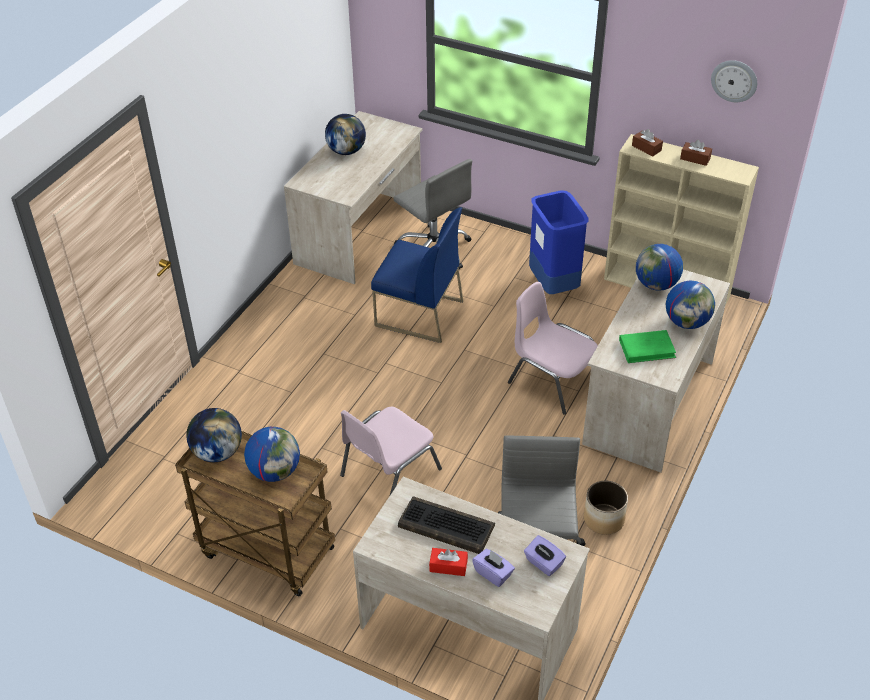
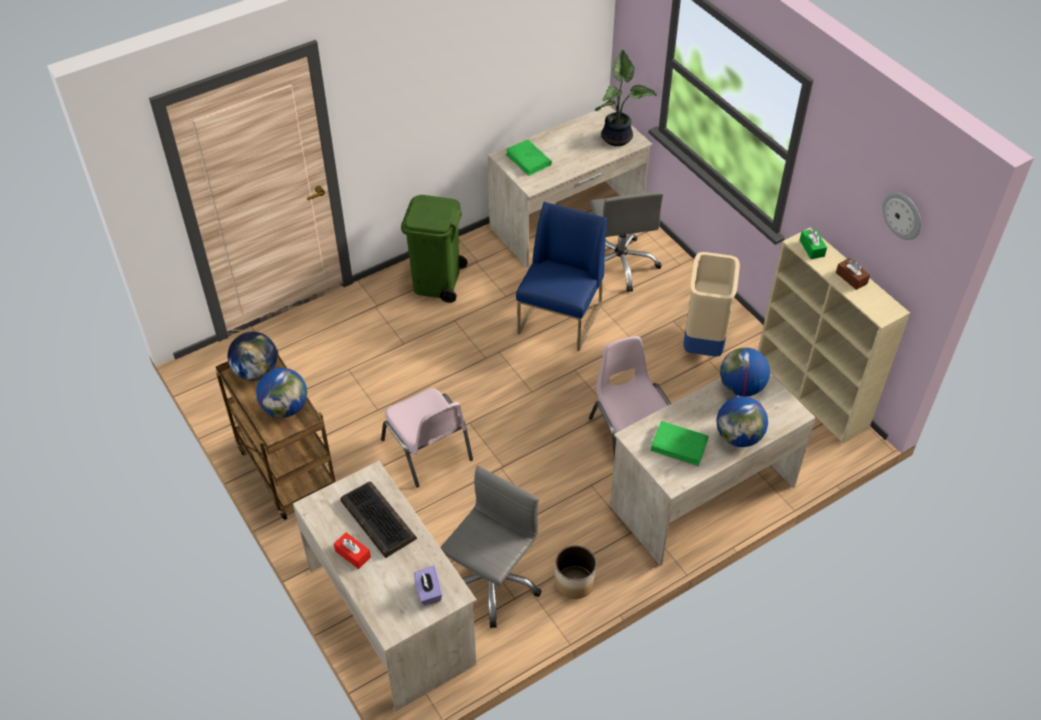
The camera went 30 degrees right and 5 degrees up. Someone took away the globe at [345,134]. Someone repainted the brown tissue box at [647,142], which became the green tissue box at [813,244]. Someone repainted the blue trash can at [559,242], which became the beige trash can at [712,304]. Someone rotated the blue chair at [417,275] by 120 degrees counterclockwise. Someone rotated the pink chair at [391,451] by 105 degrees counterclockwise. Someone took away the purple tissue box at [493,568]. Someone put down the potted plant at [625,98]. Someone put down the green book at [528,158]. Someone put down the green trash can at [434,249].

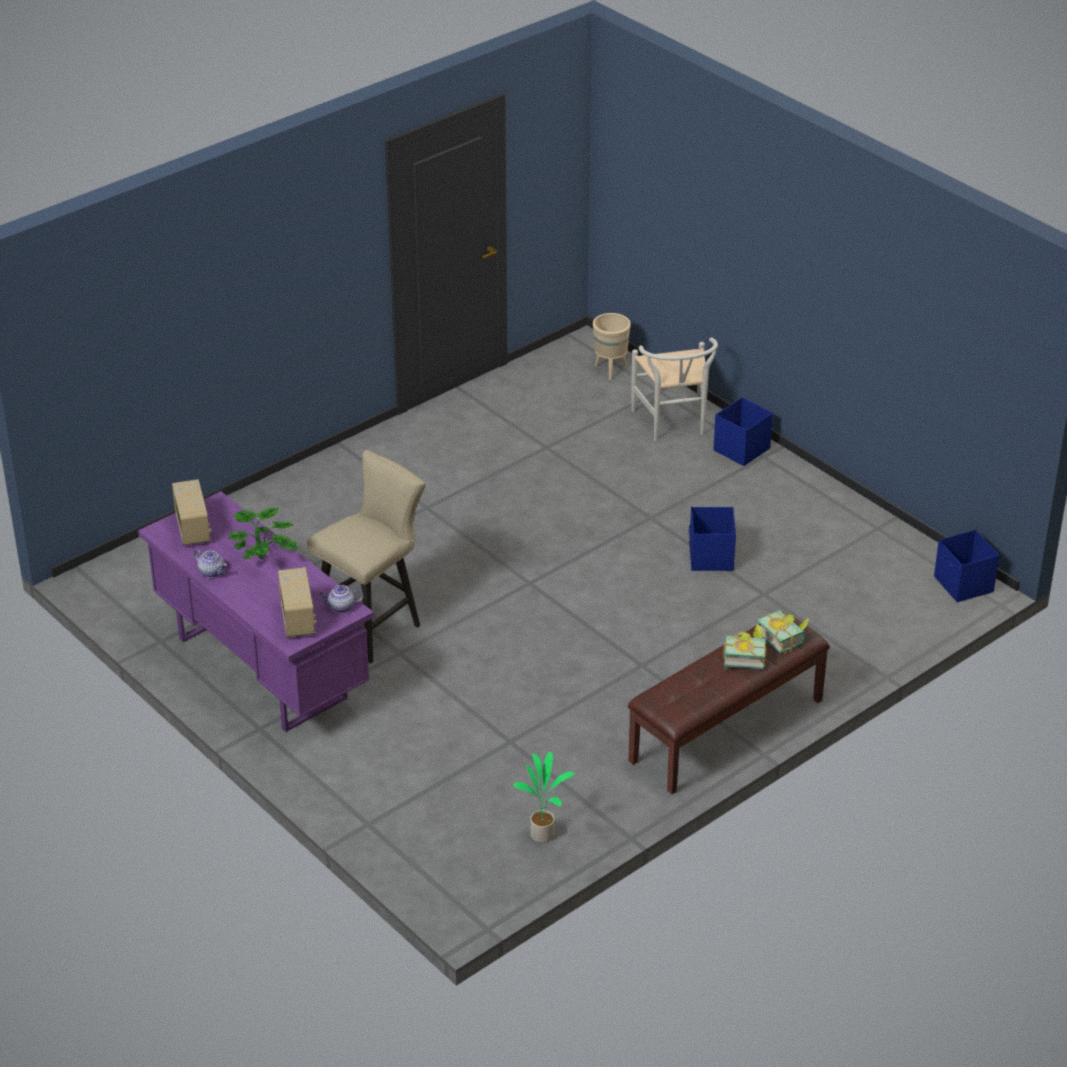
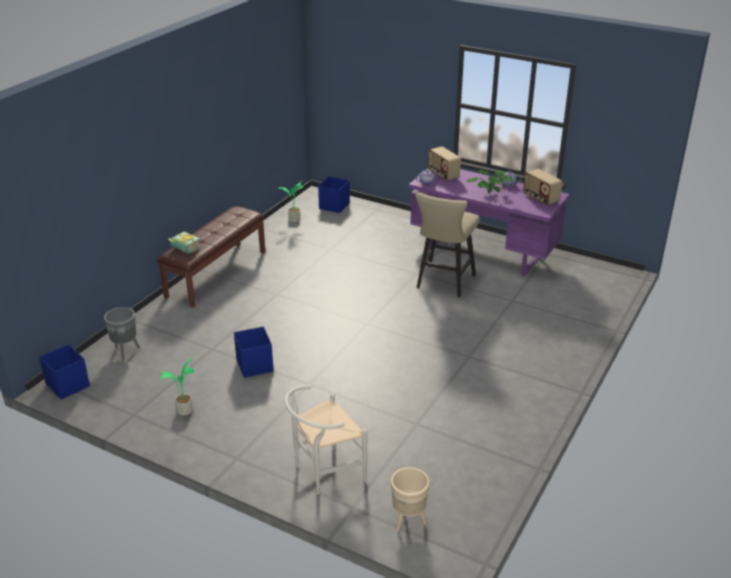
The camera went 160 degrees right and 5 degrees down. Someone rotated the white chair at [674,389] by 90 degrees counterclockwise. Someone carried the blue storage box from [743,431] to [334,194]. Someone took away the book at [745,646]. Someone put down the grey planter at [122,333]. Someone put down the potted plant at [177,386].

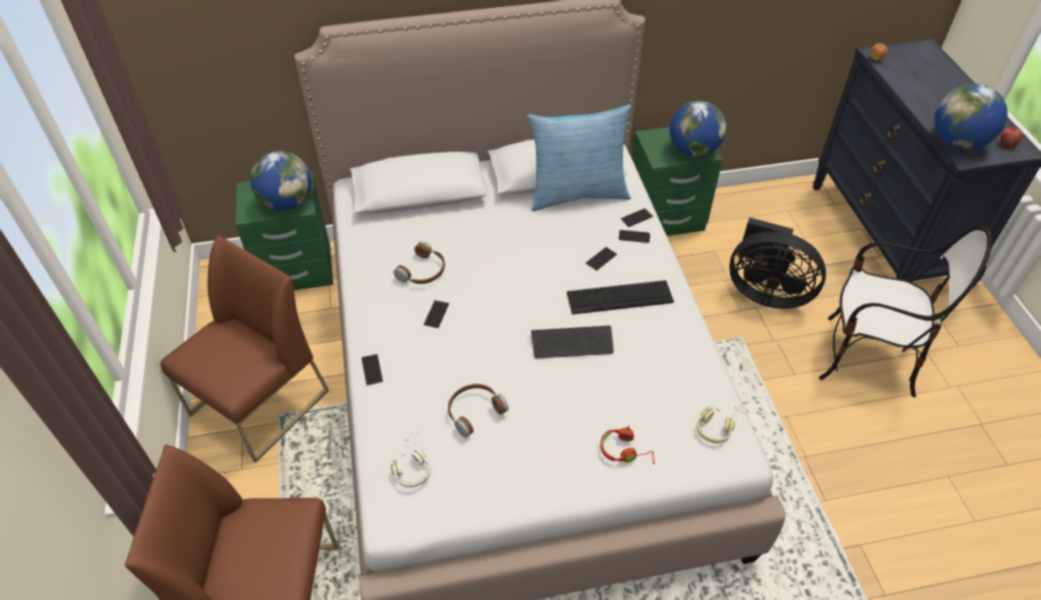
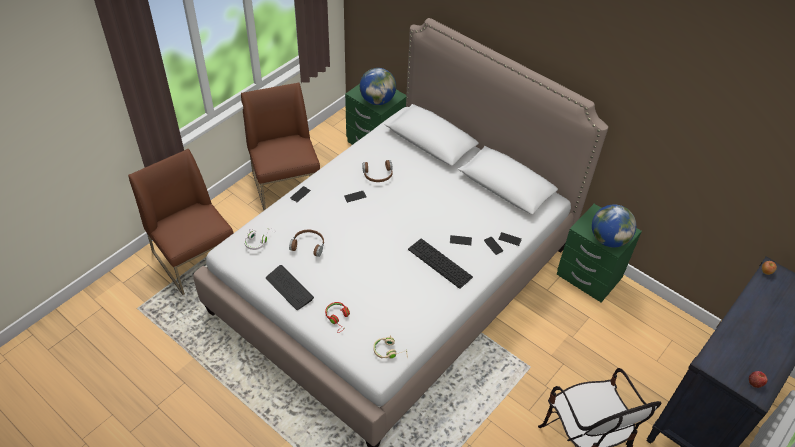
The camera went 50 degrees right and 0 degrees up. Someone took away the globe at [971,117]. Someone took away the pillow at [579,157]. Someone took away the black fan at [777,263]. Someone rotated the brown chair at [244,349] by 105 degrees counterclockwise. Someone carried the keyboard from [572,342] to [290,287].

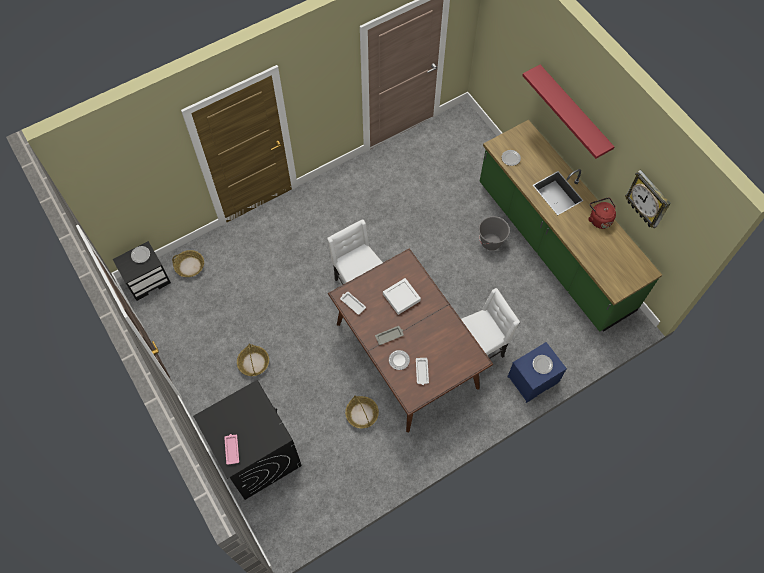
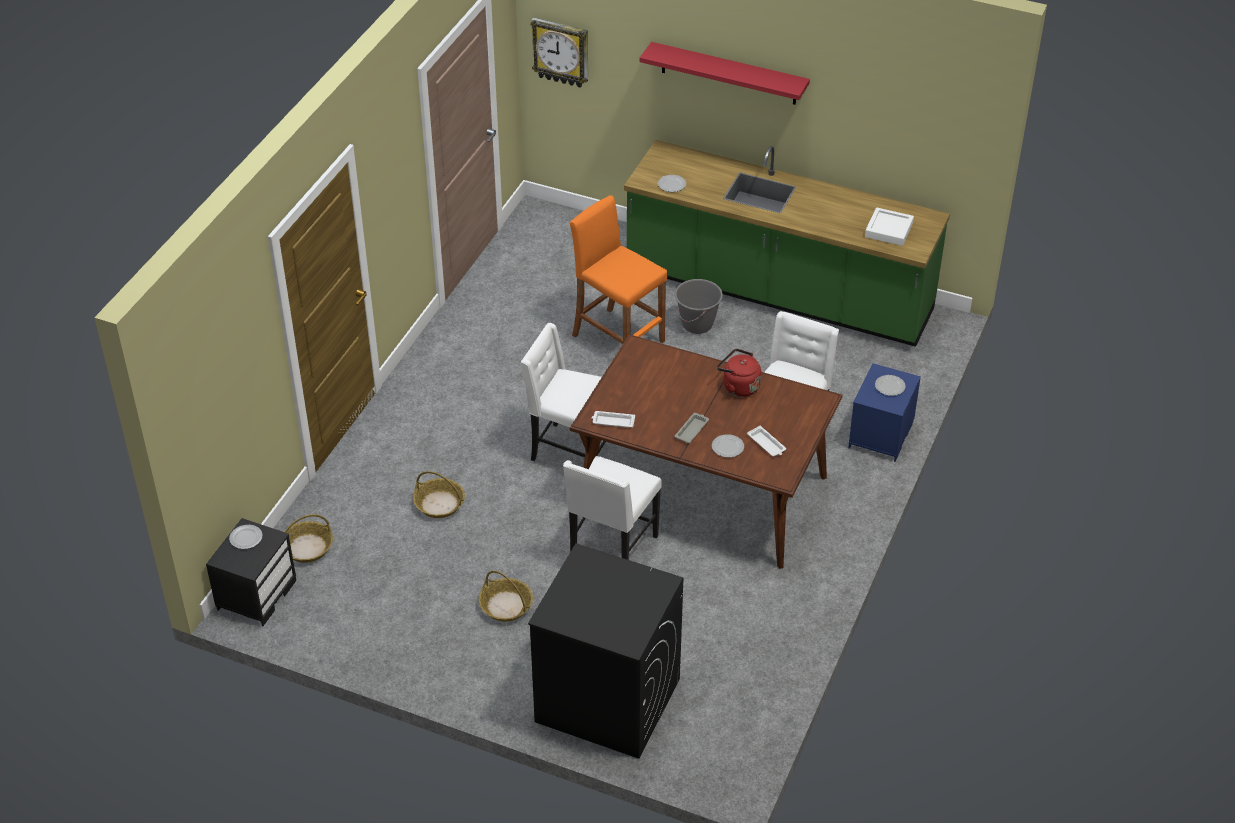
The camera went 35 degrees left and 20 degrees down. Someone carried the wall clock from [648,199] to [559,53]. Someone carried the red kettle from [602,213] to [739,373]. Someone carried the white tray from [402,296] to [889,226]. Someone carried the basket from [362,412] to [439,494]. Someone took away the pink tray at [231,449]. Someone put down the orange stool at [618,269]. Someone put down the white chair at [612,508].

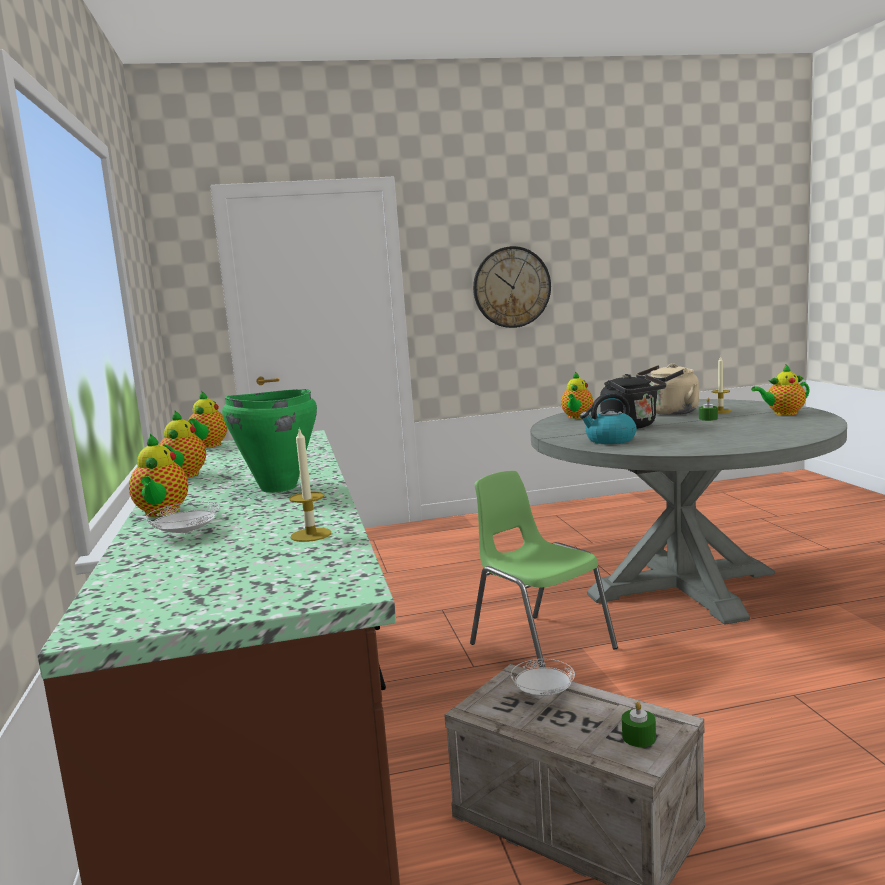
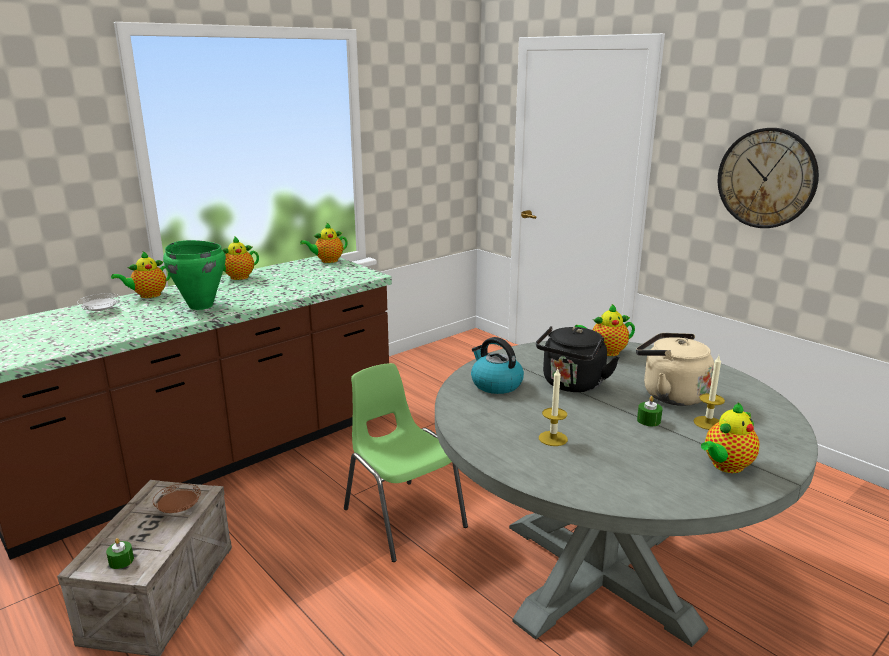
The camera went 60 degrees right and 10 degrees up. Someone rotated the teapot at [780,389] by 90 degrees counterclockwise. Someone carried the candle from [310,484] to [553,407]. Someone rotated the green chair at [544,569] by 60 degrees counterclockwise. Someone repainted the white plate at [543,677], which became the brown plate at [177,498].

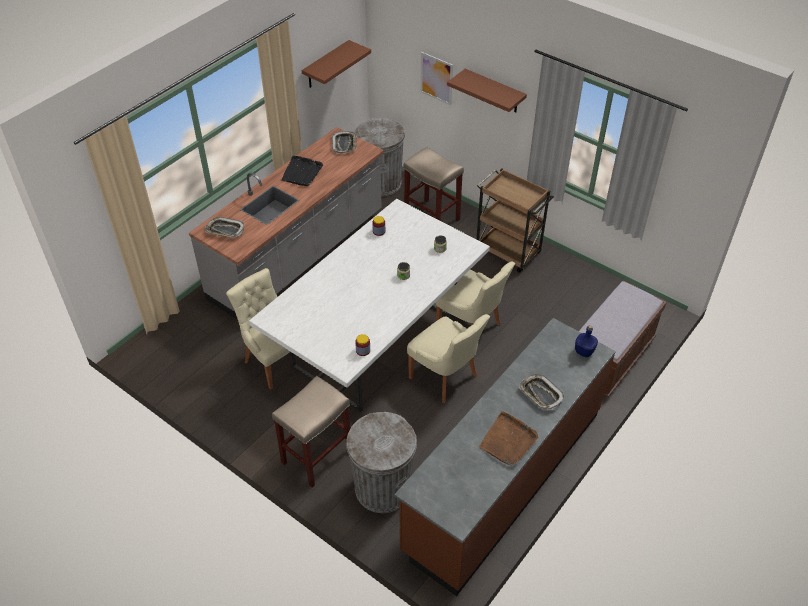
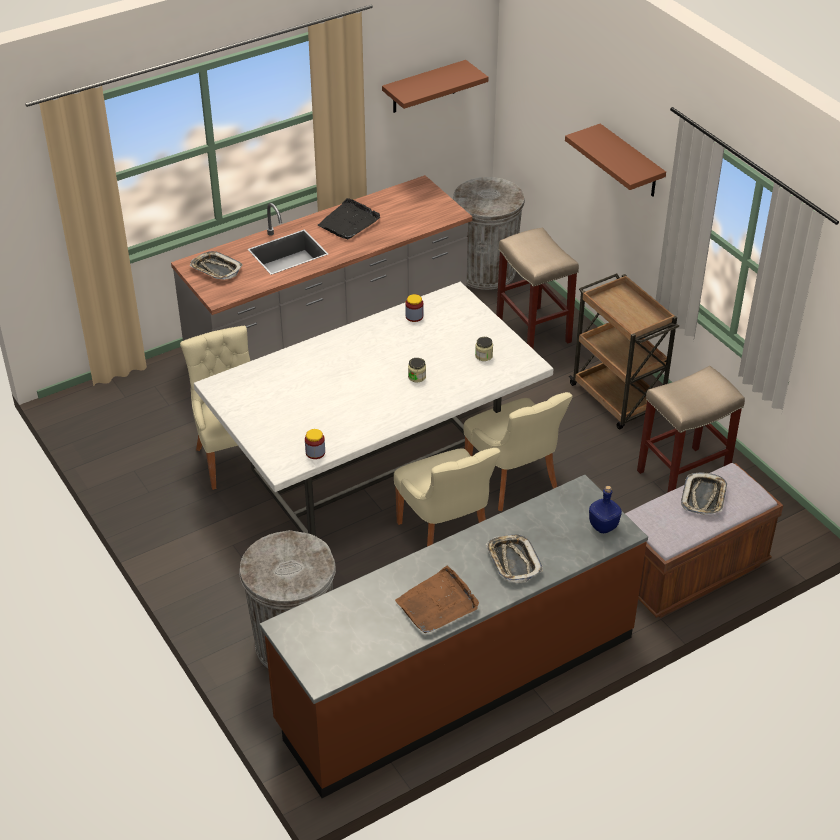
The camera went 20 degrees right and 5 degrees down. Someone took away the picture at [436,78]. Someone carried the tray from [344,142] to [704,493]. Someone carried the beige stool from [311,432] to [691,429].

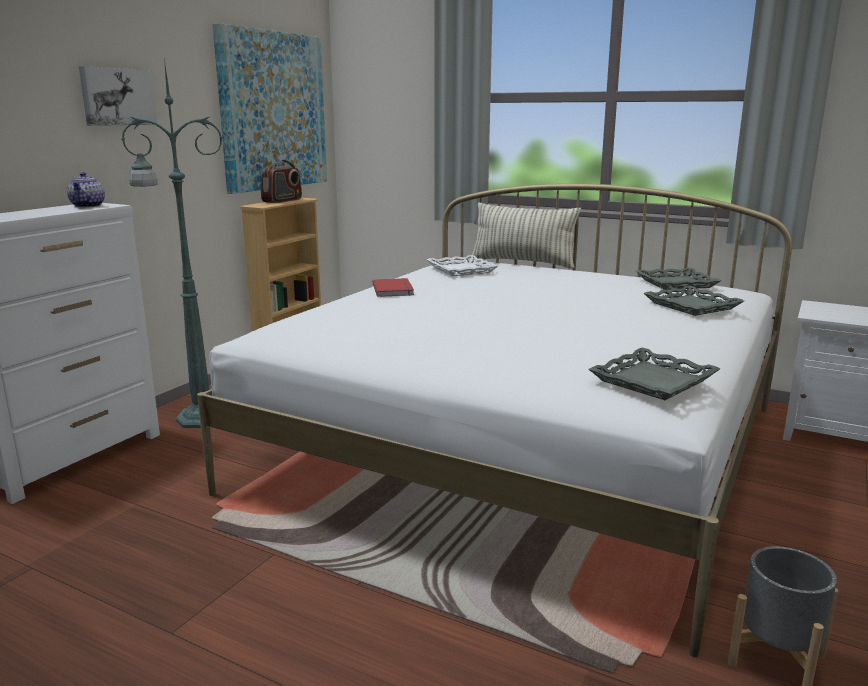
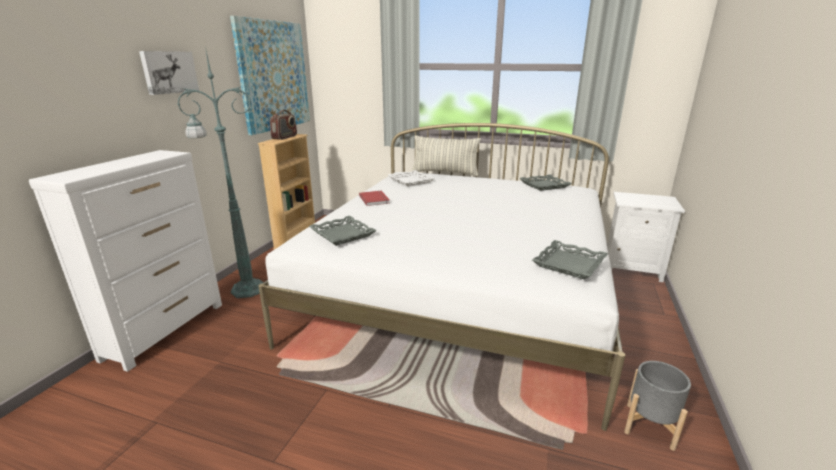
The camera went 10 degrees left and 5 degrees up. Someone took away the teapot at [86,190]. Someone carried the grey tray from [694,300] to [343,231].

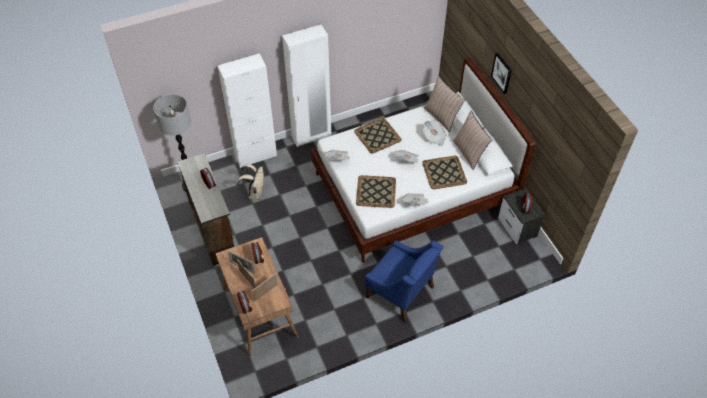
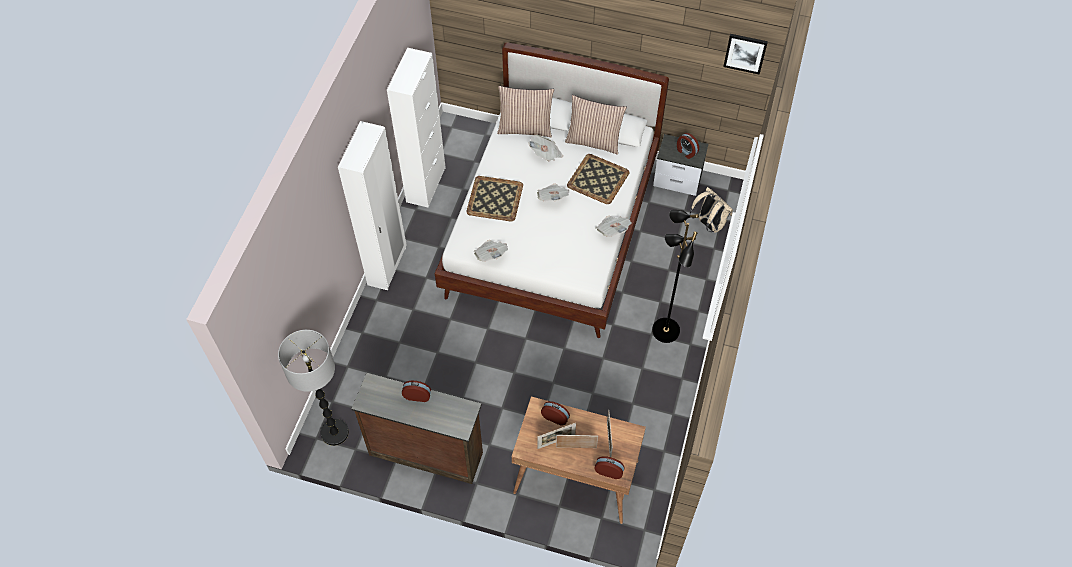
The camera went 50 degrees left and 5 degrees up. Someone carried the picture from [501,73] to [745,54]. Someone carried the white cabinet from [247,110] to [416,128]. Someone carried the beige backpack from [250,182] to [711,210]. Someone took away the tray at [376,191]. Someone swapped the blue armchair at [404,282] for the black floor lamp at [675,276].

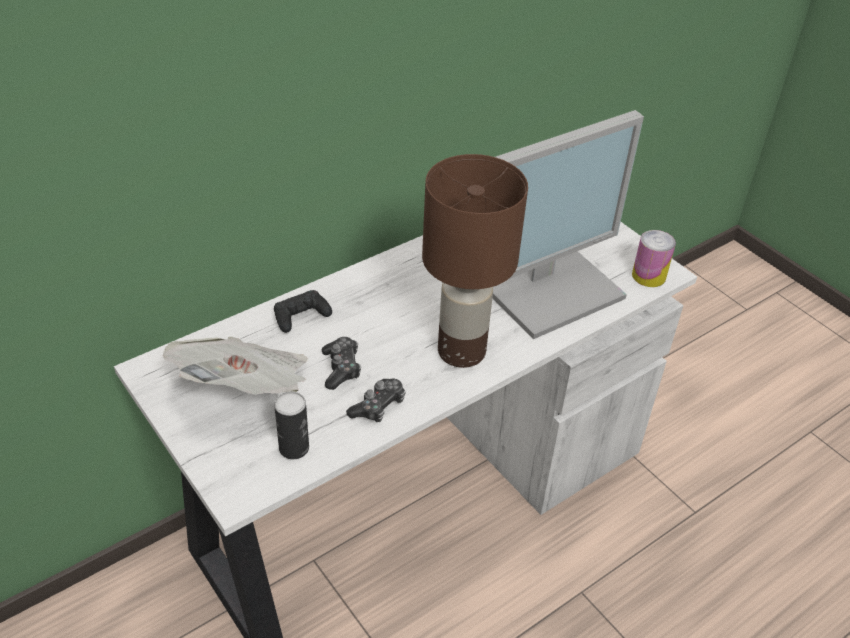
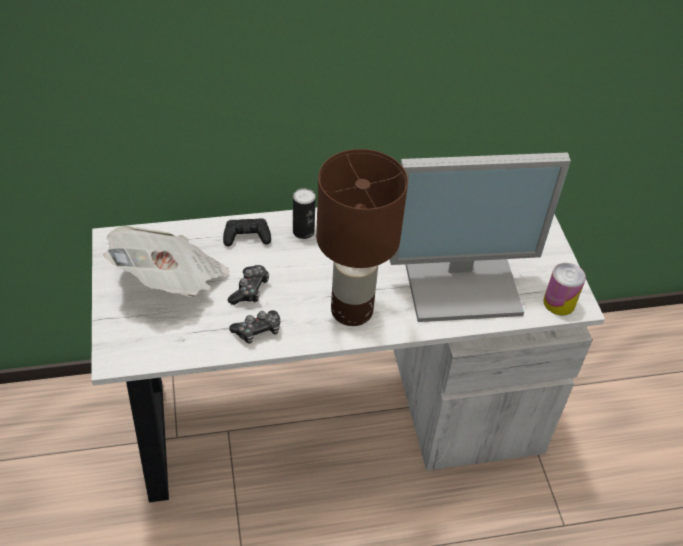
The camera went 25 degrees right and 5 degrees up. Someone carried the can from [291,425] to [304,213].

